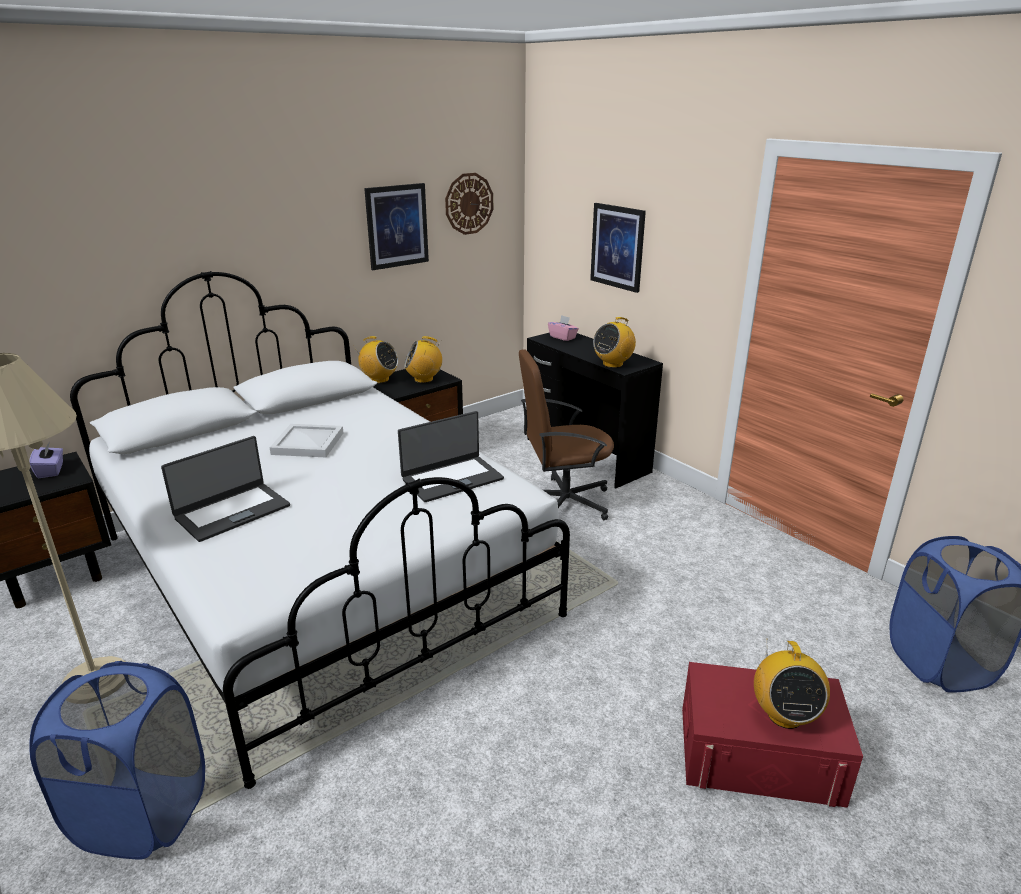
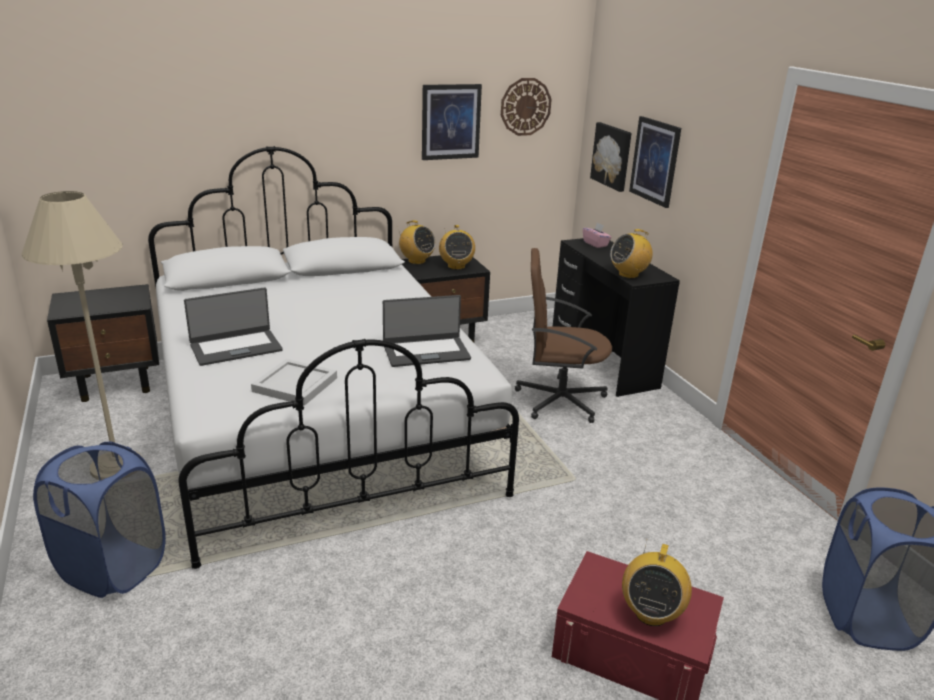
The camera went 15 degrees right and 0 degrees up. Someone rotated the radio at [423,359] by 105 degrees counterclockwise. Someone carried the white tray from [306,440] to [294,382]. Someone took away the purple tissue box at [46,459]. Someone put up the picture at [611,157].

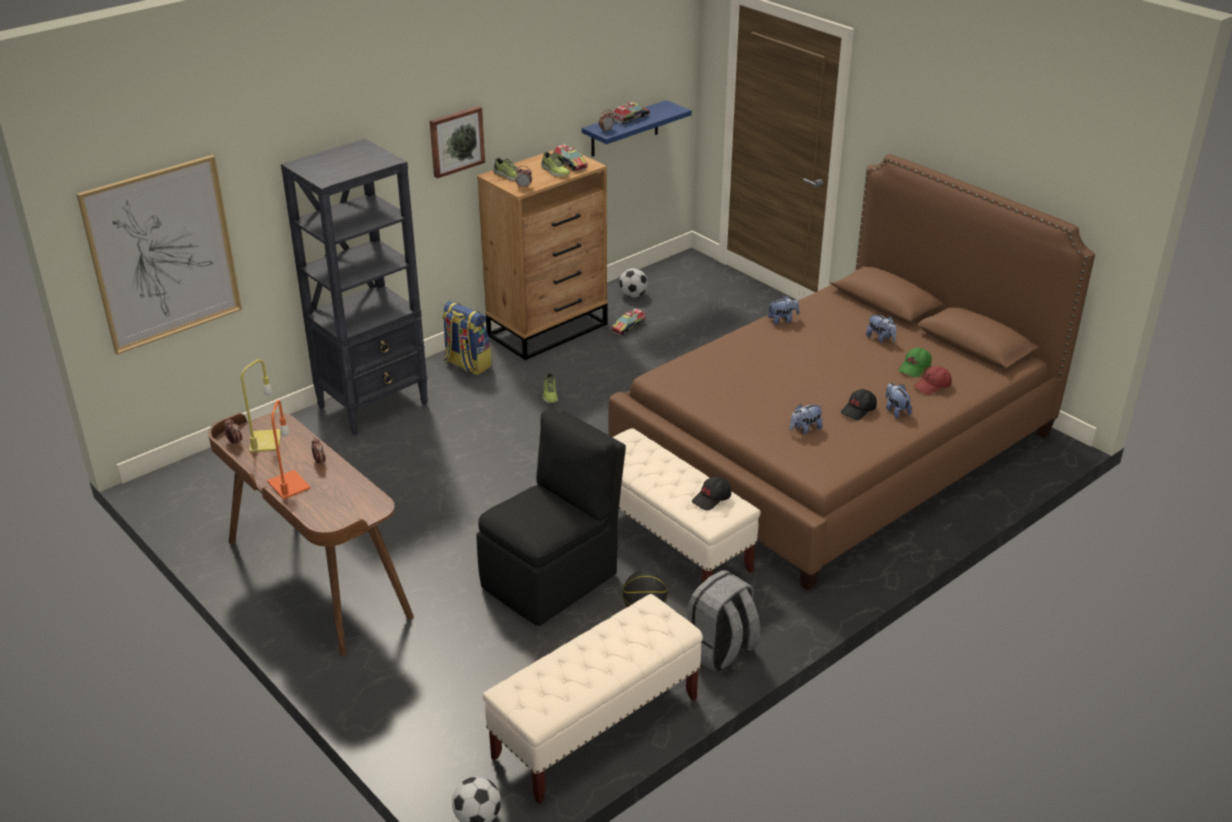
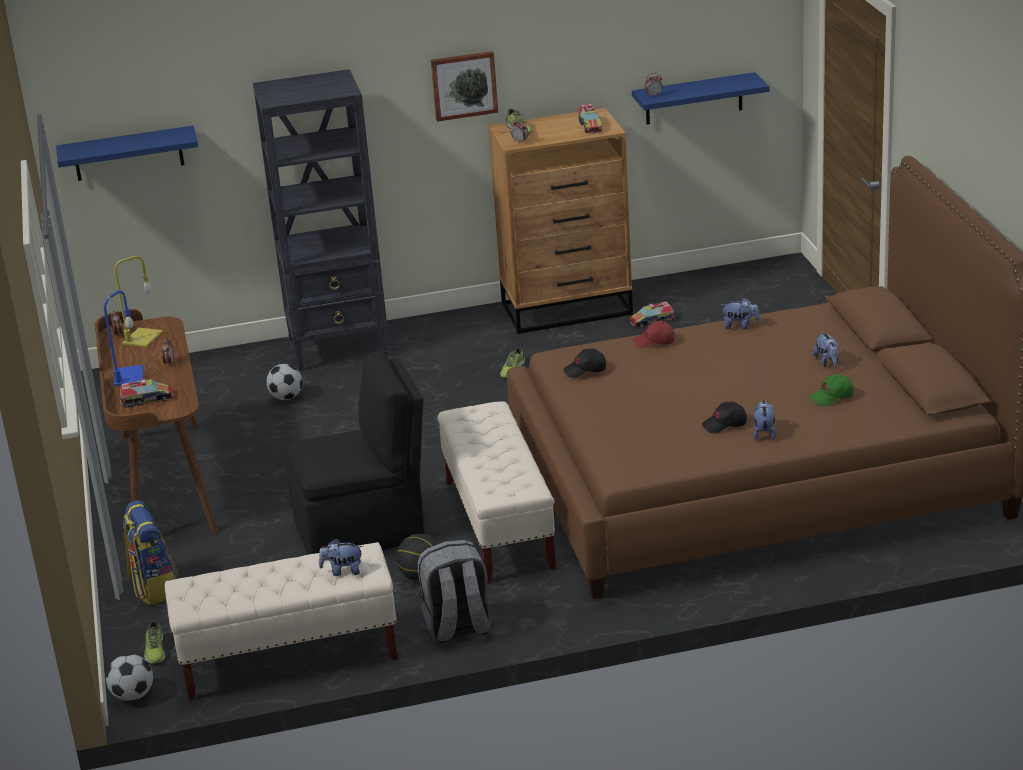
The camera went 30 degrees right and 5 degrees down. Someone carried the toy truck from [631,113] to [146,393]. Someone carried the shoe from [555,164] to [155,641]. Someone swapped the picture at [159,255] for the blue shelf at [127,153]. Someone carried the football from [633,282] to [284,382]. Someone carried the backpack from [467,338] to [150,552]. Someone carried the red cap from [933,380] to [654,334]. Someone repainted the orange table lamp at [289,450], which became the blue table lamp at [123,338]. Someone carried the plush toy from [806,419] to [341,557]. Someone carried the black cap from [711,493] to [584,363].

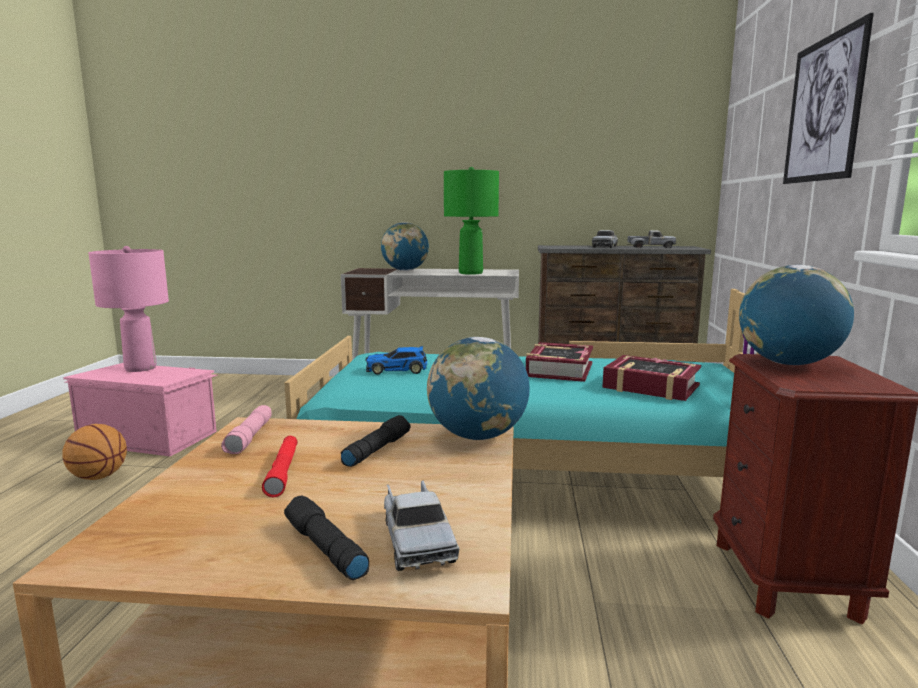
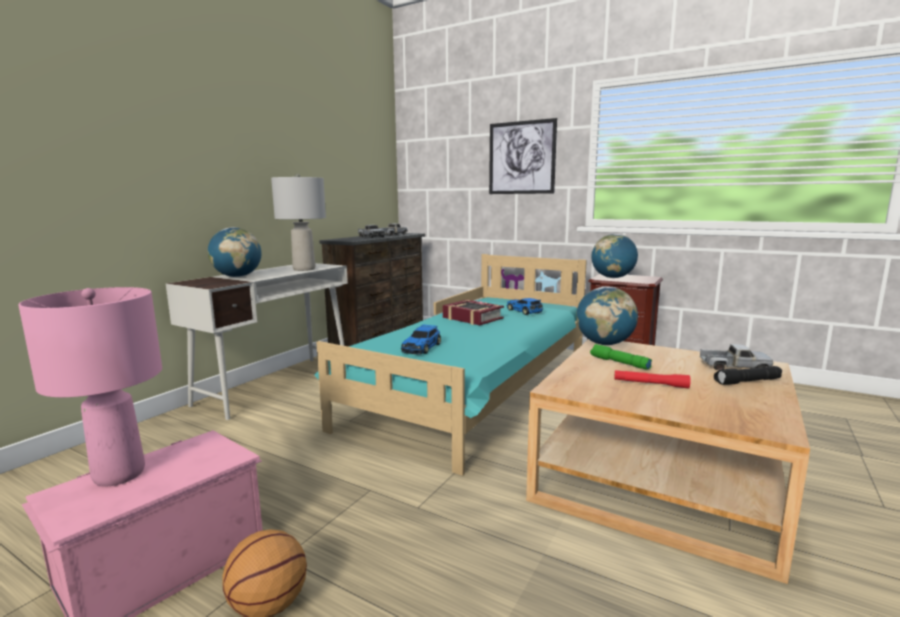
The camera went 65 degrees left and 0 degrees up. Someone repainted the green table lamp at [471,221], which became the grey table lamp at [298,222]. Someone swapped the book at [651,378] for the toy car at [525,306]. Someone took away the pink flashlight at [246,429]. Someone repainted the black flashlight at [376,441], which became the green flashlight at [621,357].

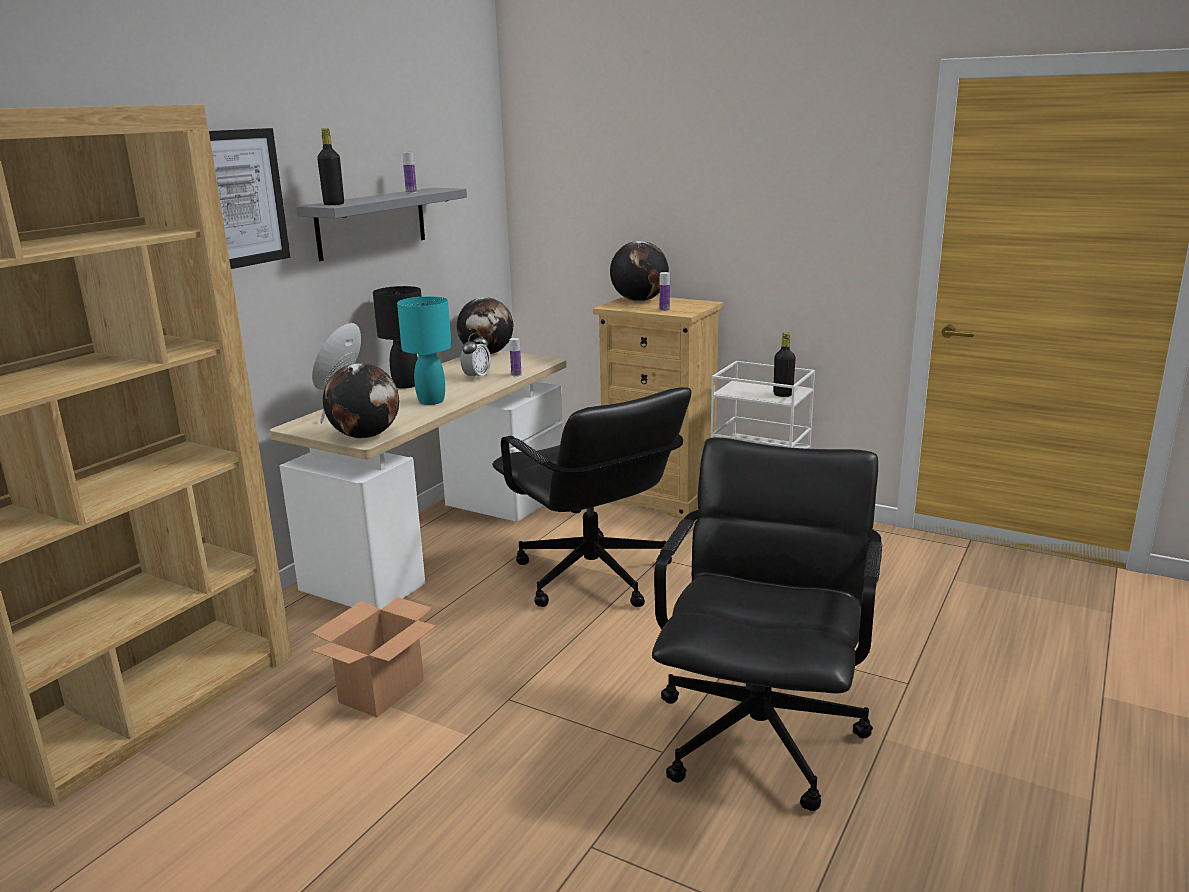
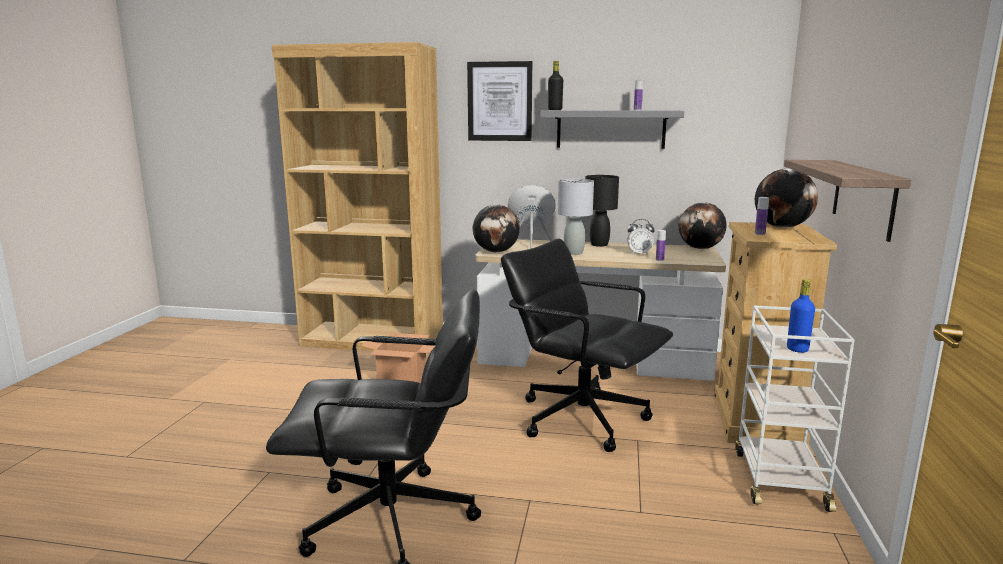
The camera went 70 degrees right and 5 degrees down. Someone repainted the turquoise table lamp at [424,350], which became the grey table lamp at [576,217]. Someone repainted the black bottle at [784,365], which became the blue bottle at [801,316]. Someone rotated the black office chair at [592,497] by 90 degrees clockwise. Someone put up the shelf at [847,201].

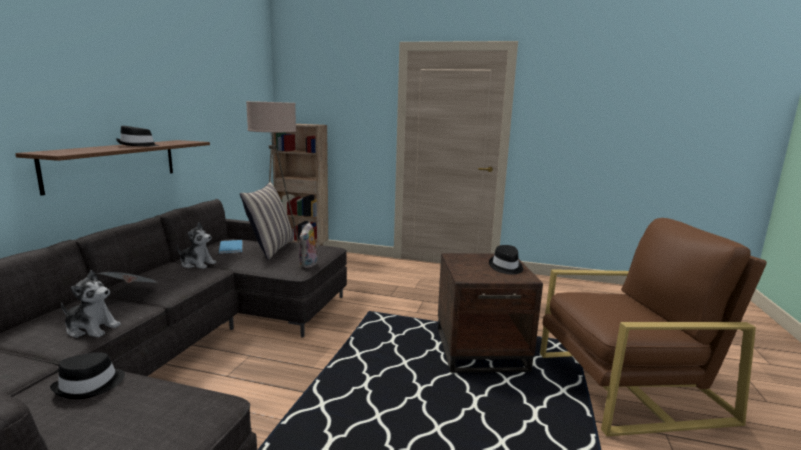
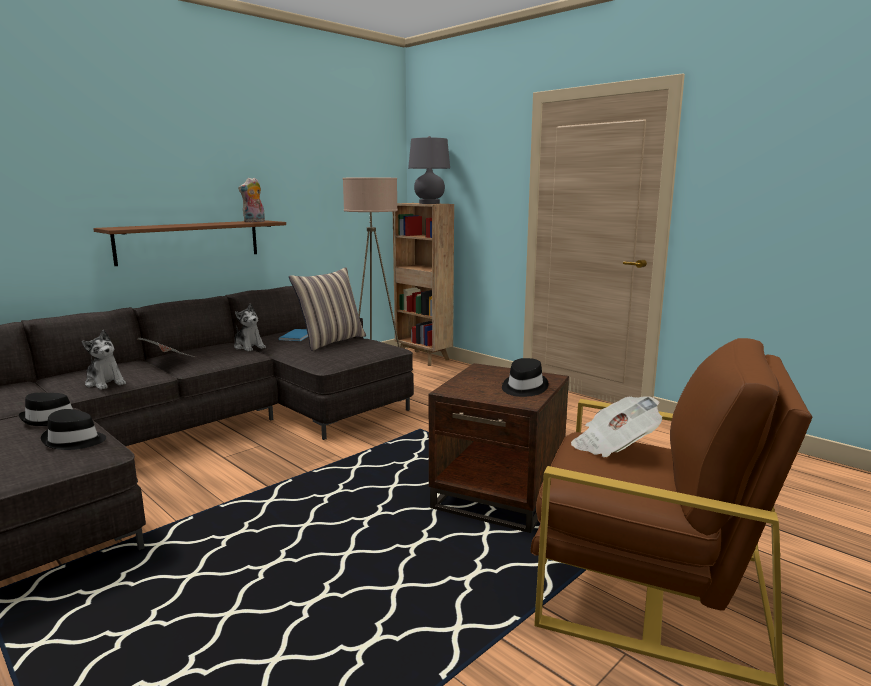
The camera went 30 degrees right and 0 degrees up. Someone carried the black hat from [138,136] to [73,429]. Someone carried the plush toy from [308,245] to [251,199]. Someone put down the grey table lamp at [429,170]. Someone put down the newspaper at [616,426].

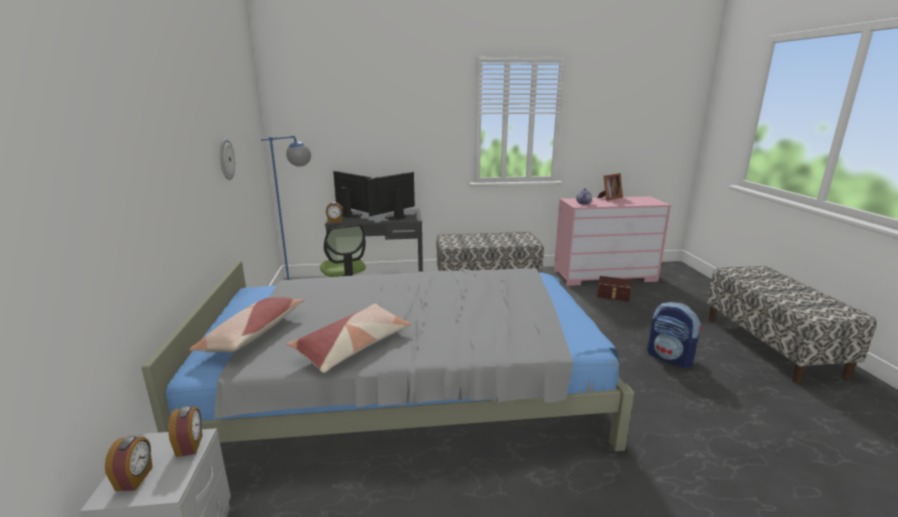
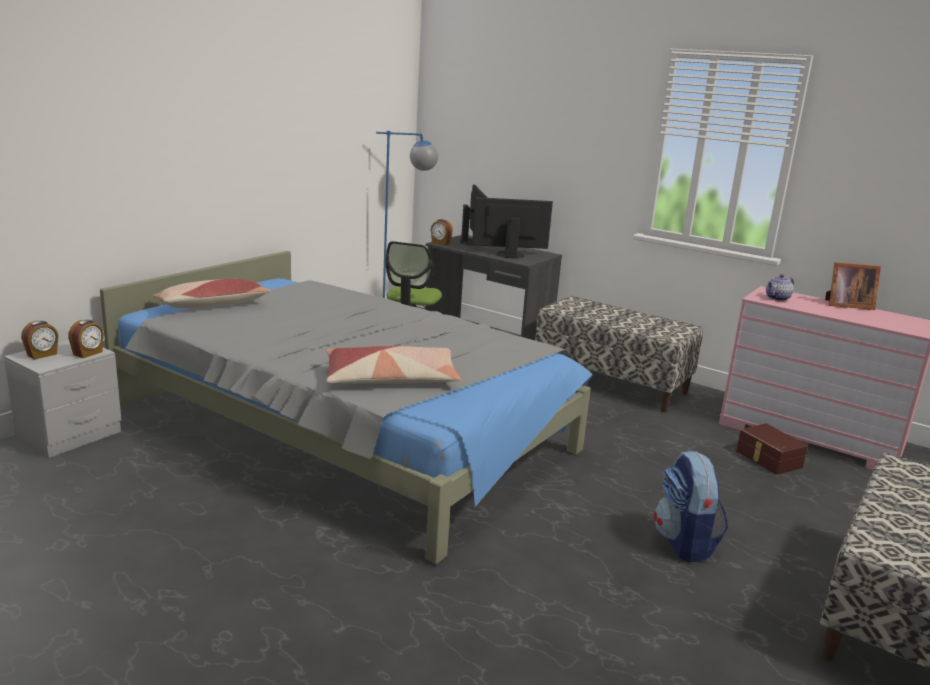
The camera went 40 degrees right and 0 degrees up. Someone took away the wall clock at [227,159]. Someone carried the pillow from [348,338] to [393,365].

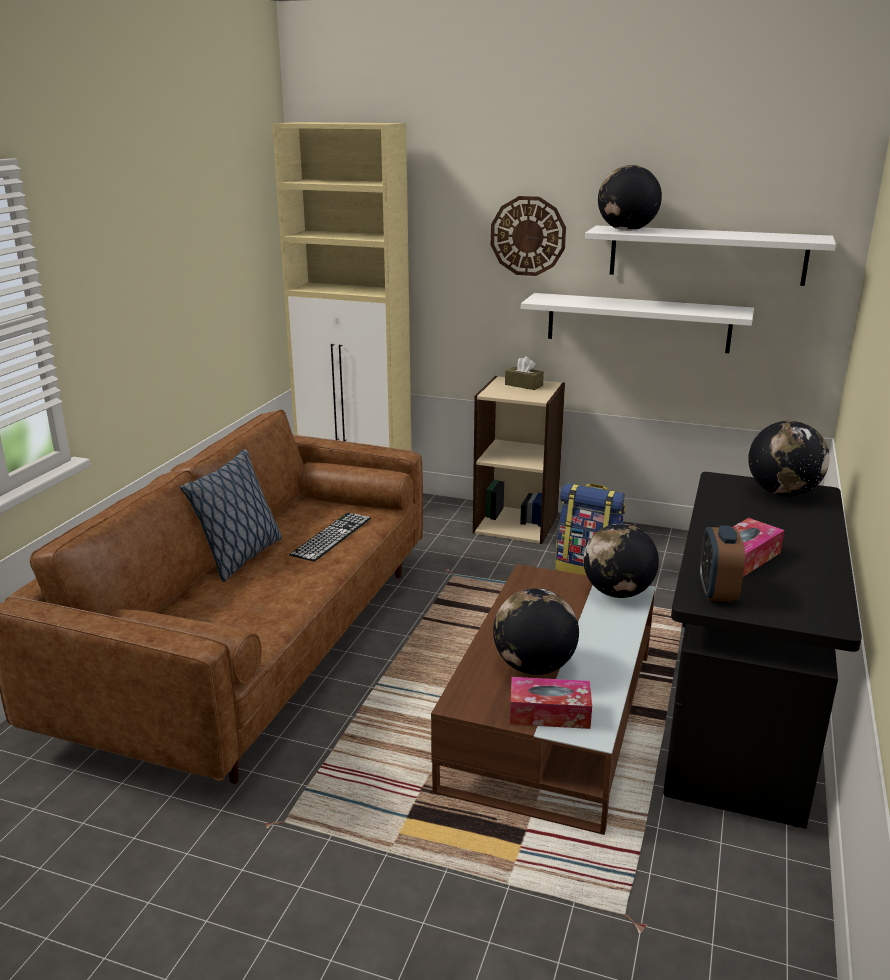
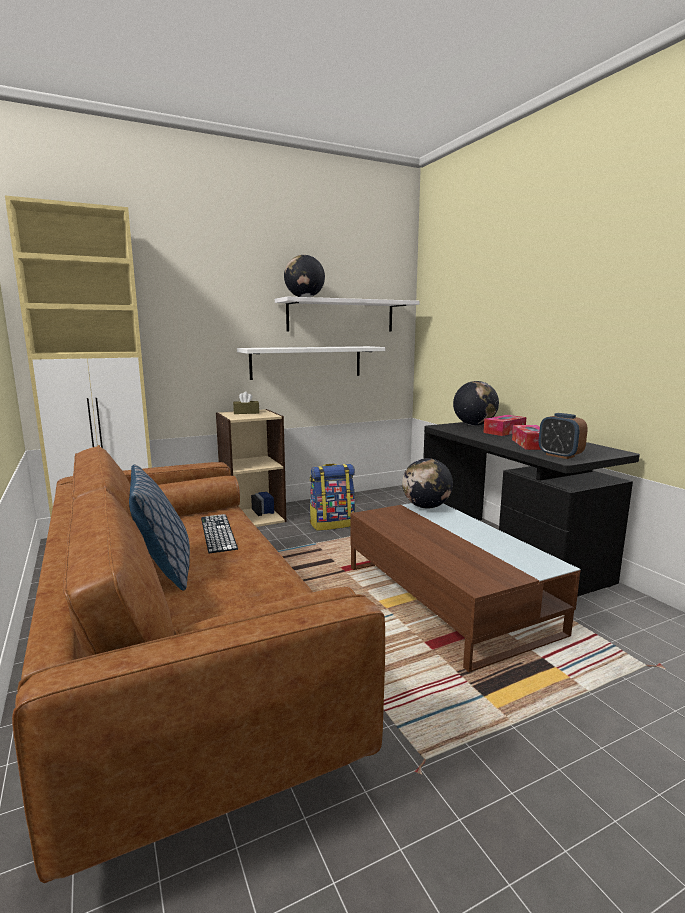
The camera went 45 degrees left and 10 degrees down. Someone took away the wall clock at [528,236]. Someone took away the globe at [536,631]. Someone carried the tissue box from [551,703] to [505,425].

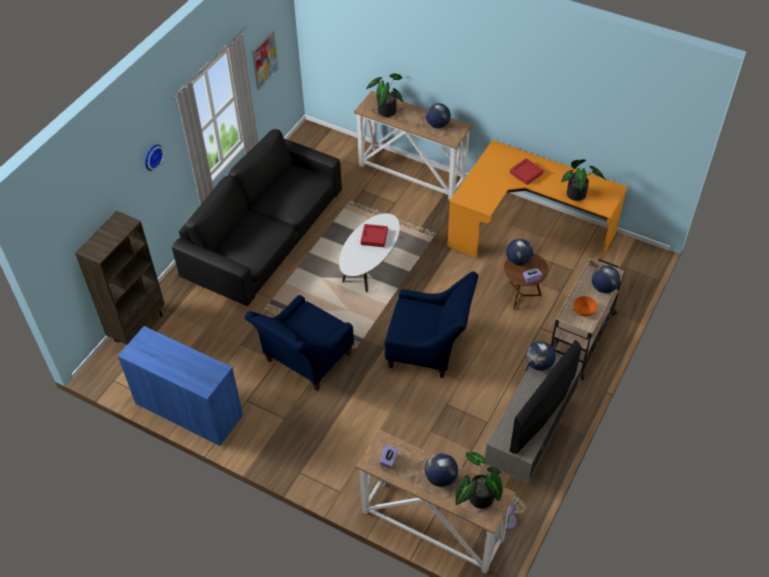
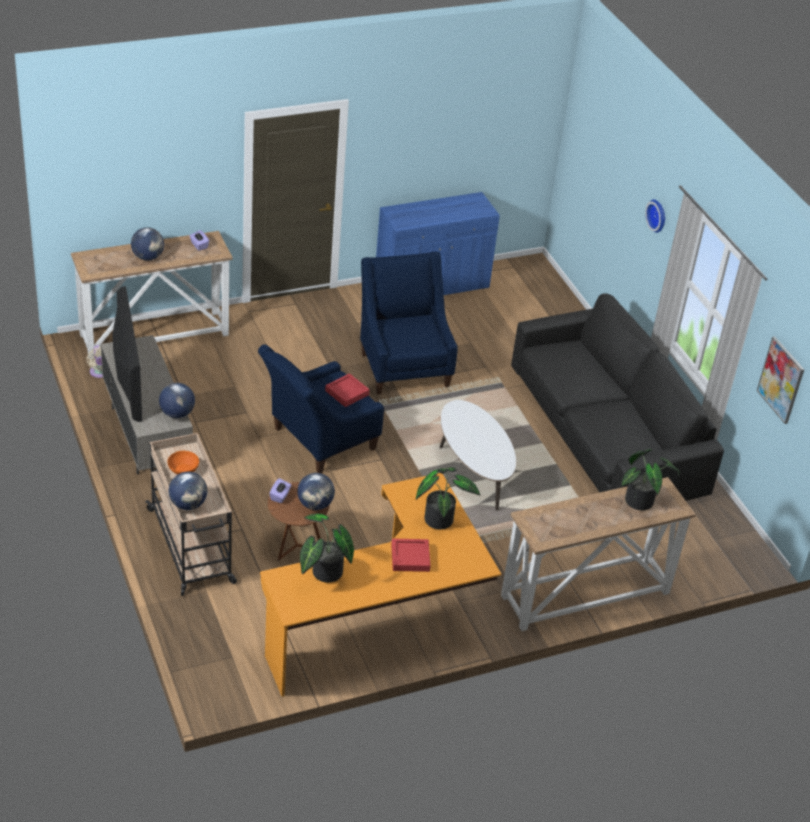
The camera went 125 degrees right and 10 degrees down. Someone took away the globe at [438,115]. Someone took away the brown bookcase at [120,278]. Someone carried the red tray from [374,235] to [347,390]. Someone carried the potted plant from [479,480] to [448,498].

